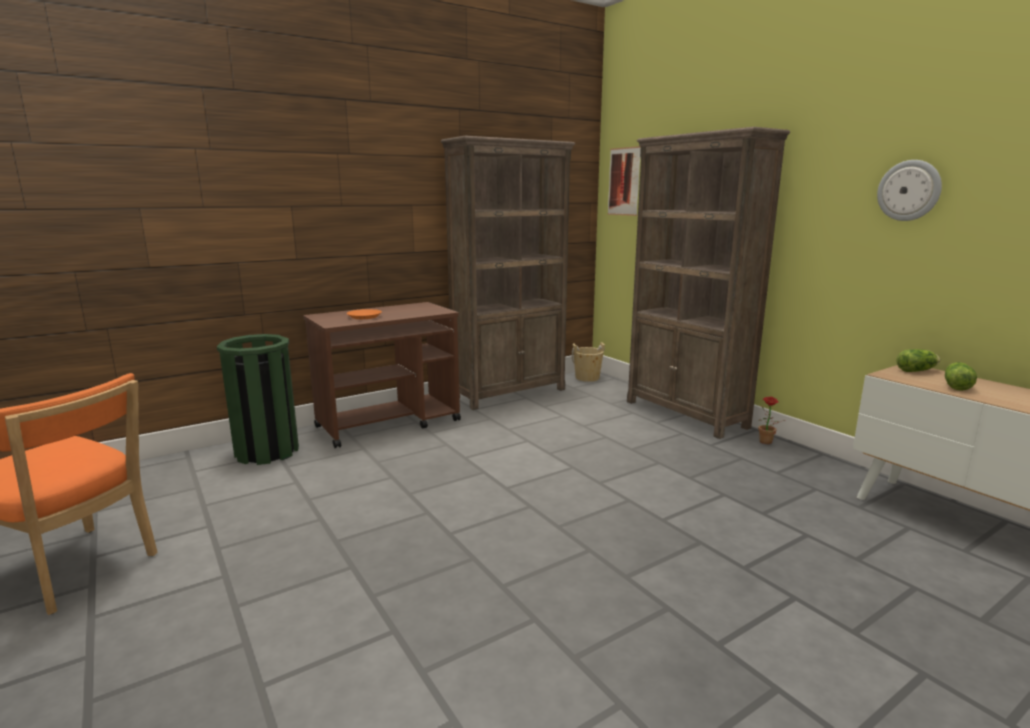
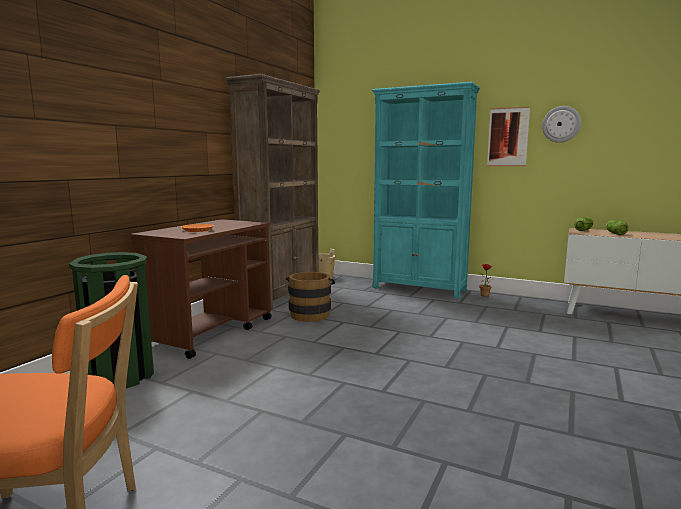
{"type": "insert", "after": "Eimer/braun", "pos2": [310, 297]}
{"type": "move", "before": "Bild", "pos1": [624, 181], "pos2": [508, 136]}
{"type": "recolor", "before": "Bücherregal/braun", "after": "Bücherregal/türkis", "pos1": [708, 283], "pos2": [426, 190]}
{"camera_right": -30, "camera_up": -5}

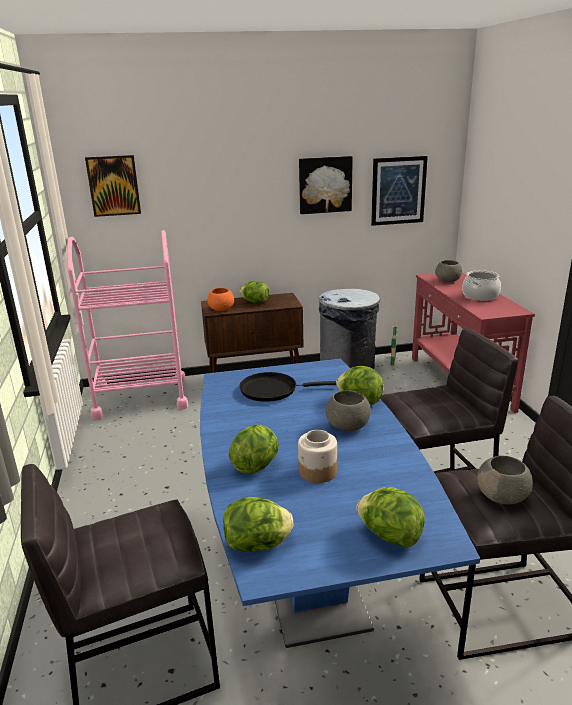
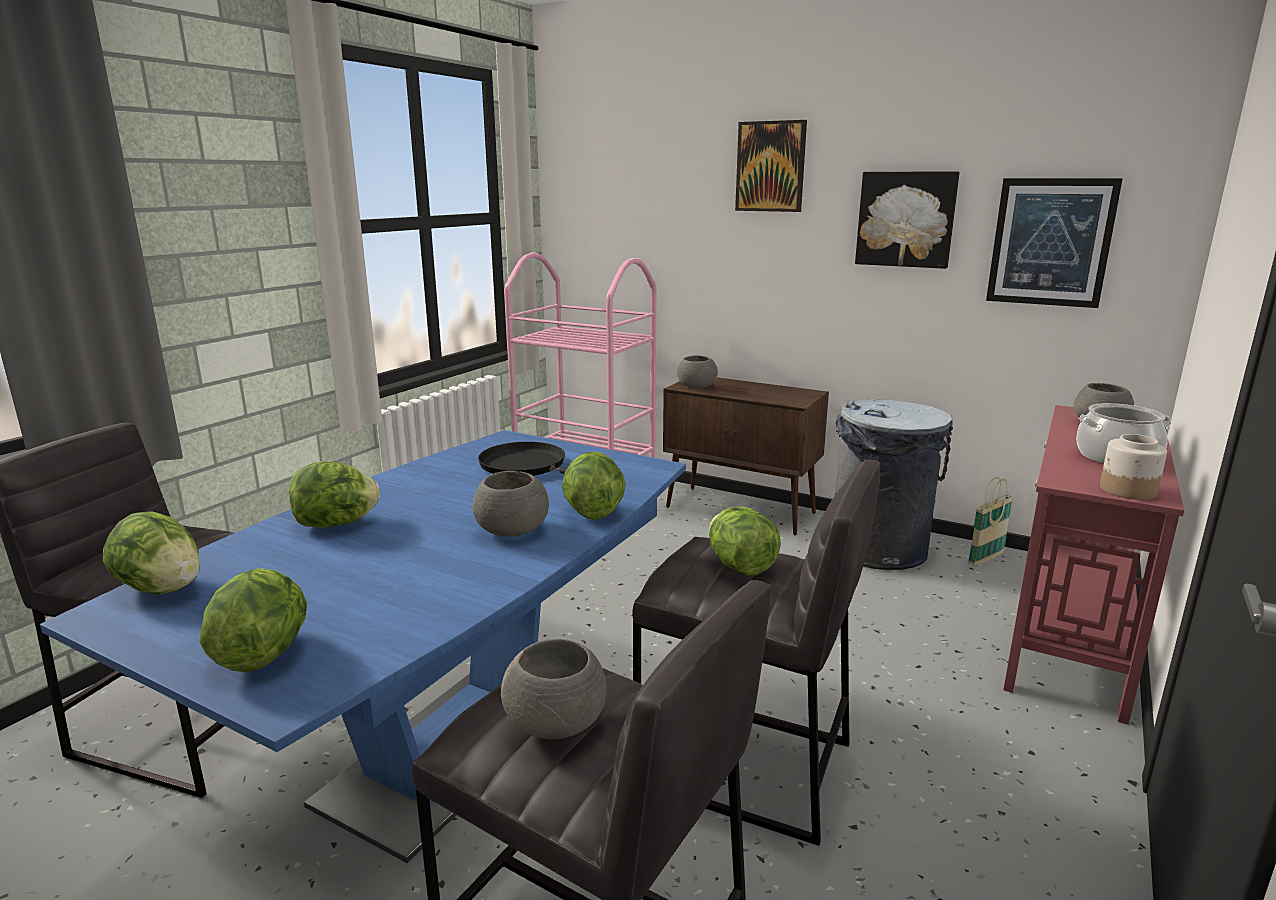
{"type": "move", "before": "Bild", "pos1": [113, 186], "pos2": [771, 166]}
{"type": "move", "before": "Salatkopf", "pos1": [254, 292], "pos2": [745, 541]}
{"type": "move", "before": "Vorratsglas", "pos1": [317, 456], "pos2": [1133, 467]}
{"type": "recolor", "before": "Schüssel/orange", "after": "Schüssel/grau", "pos1": [220, 299], "pos2": [697, 372]}
{"camera_right": 40, "camera_up": -5}

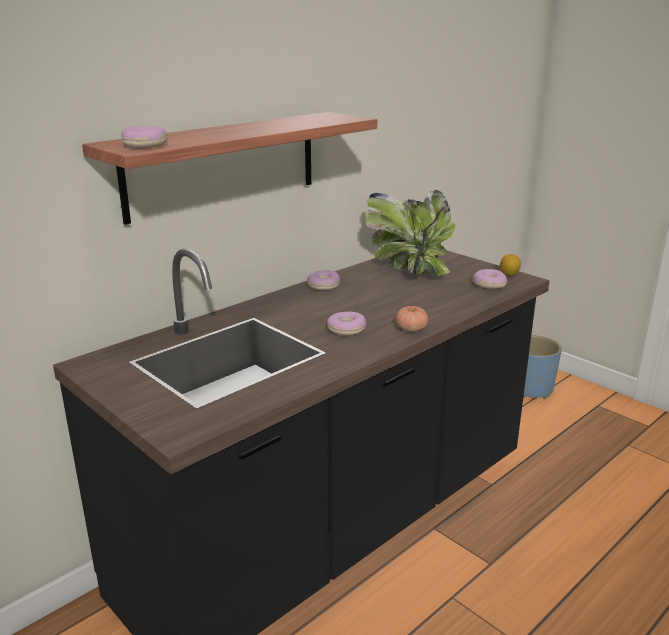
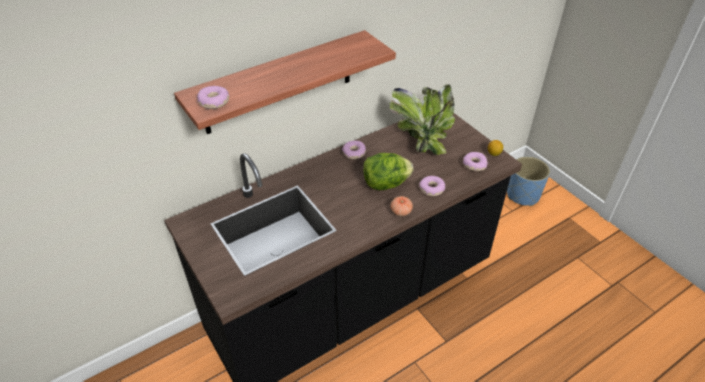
{"type": "insert", "after": "Salatkopf", "pos2": [388, 171]}
{"type": "move", "before": "Donut", "pos1": [346, 323], "pos2": [432, 186]}
{"camera_right": 10, "camera_up": 20}

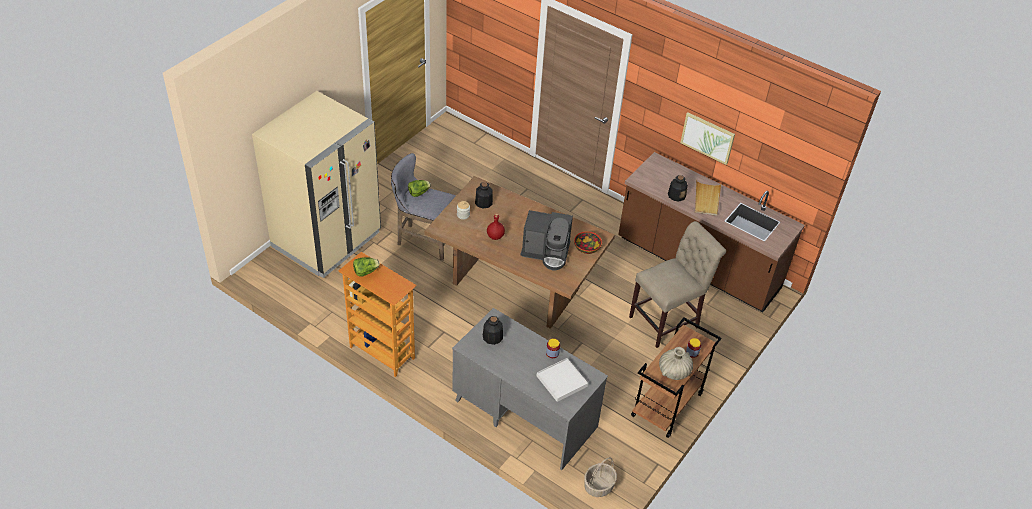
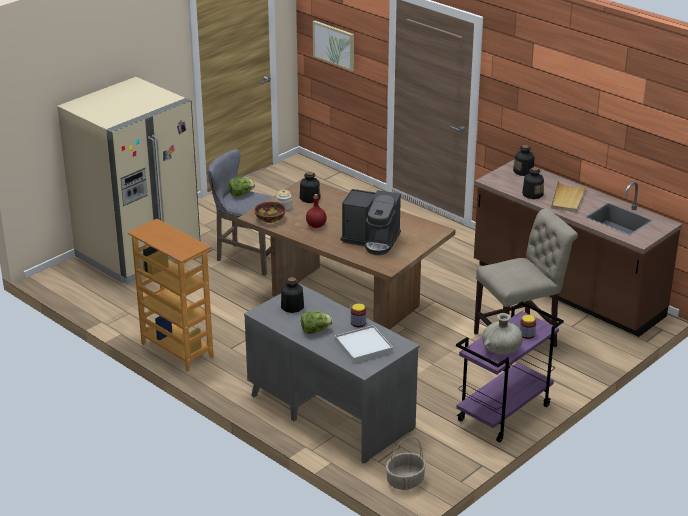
{"type": "insert", "after": "Flasche", "pos2": [523, 160]}
{"type": "move", "before": "Salatkopf", "pos1": [366, 267], "pos2": [316, 323]}
{"type": "move", "before": "Schüssel", "pos1": [588, 242], "pos2": [270, 212]}
{"type": "move", "before": "Bild", "pos1": [707, 138], "pos2": [333, 46]}
{"type": "recolor", "before": "Rollwagen/braun", "after": "Rollwagen/lila", "pos1": [676, 378], "pos2": [510, 371]}
{"camera_right": 10, "camera_up": -15}

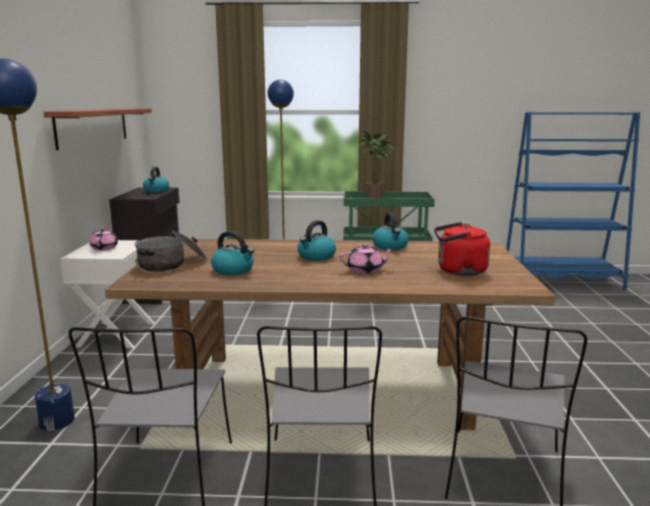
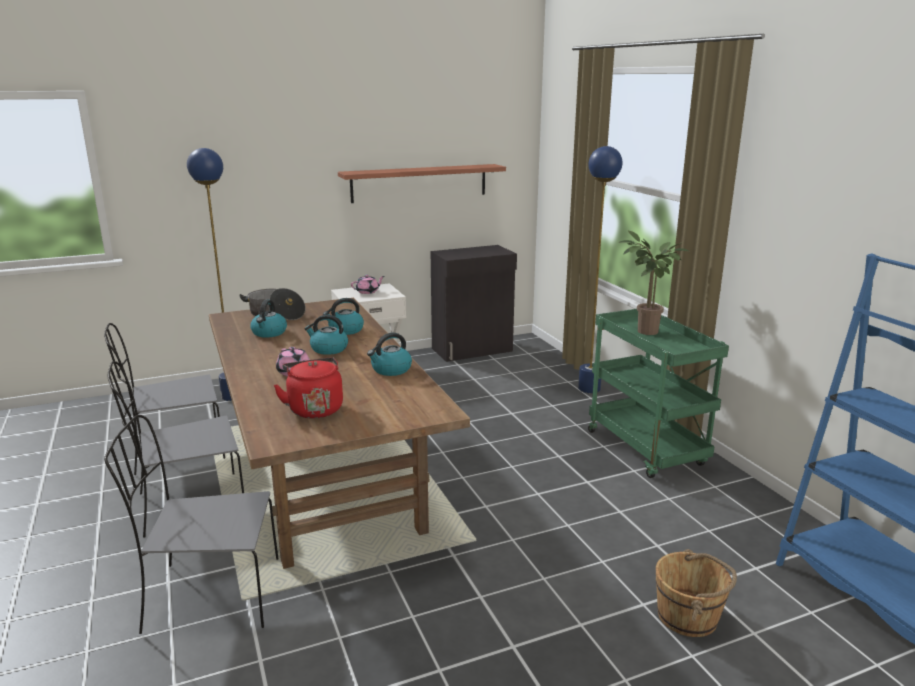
{"type": "insert", "after": "Eimer/braun", "pos2": [696, 593]}
{"type": "move", "before": "Wasserkessel", "pos1": [156, 180], "pos2": [343, 316]}
{"camera_right": 65, "camera_up": 5}

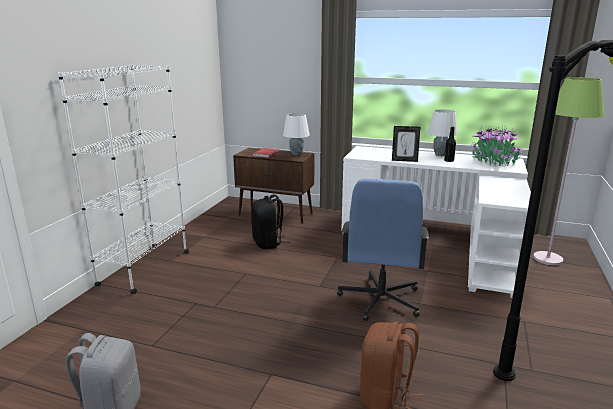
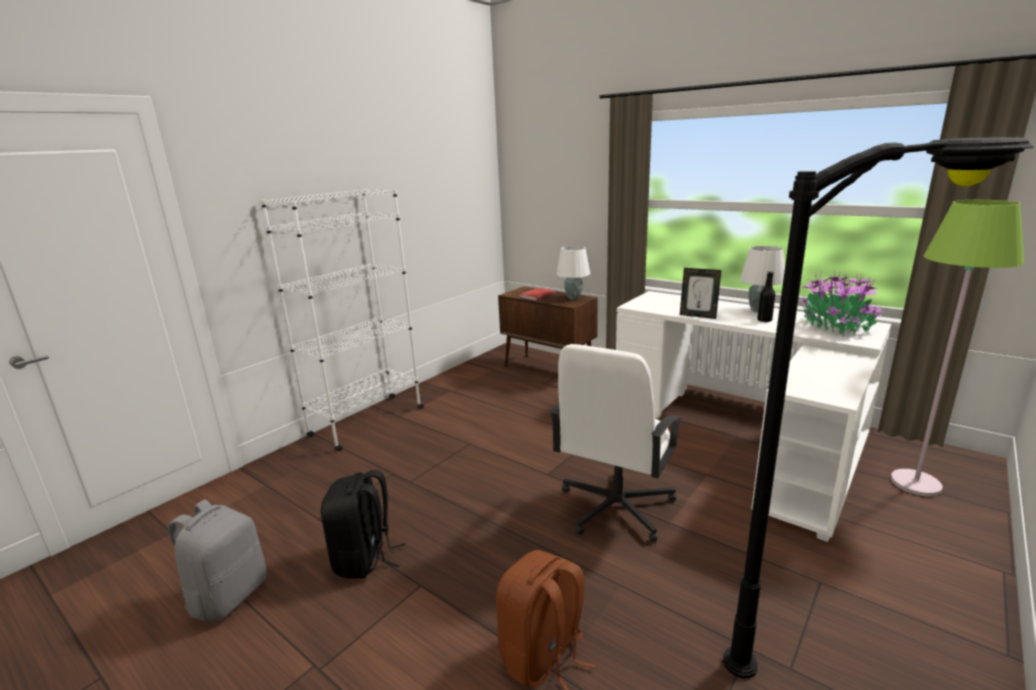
{"type": "move", "before": "Rucksack/schwarz", "pos1": [270, 221], "pos2": [363, 524]}
{"type": "recolor", "before": "Bürostuhl/blau", "after": "Bürostuhl/weiß", "pos1": [383, 250], "pos2": [616, 443]}
{"camera_right": 20, "camera_up": 0}

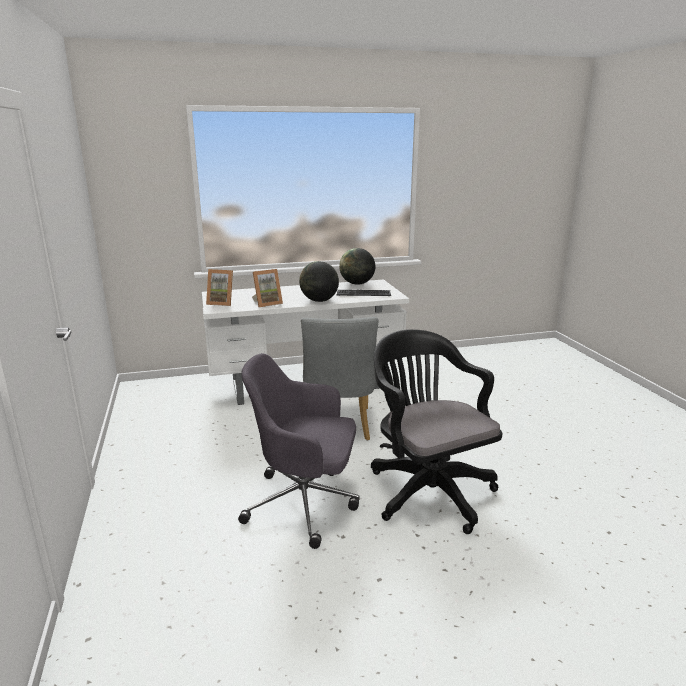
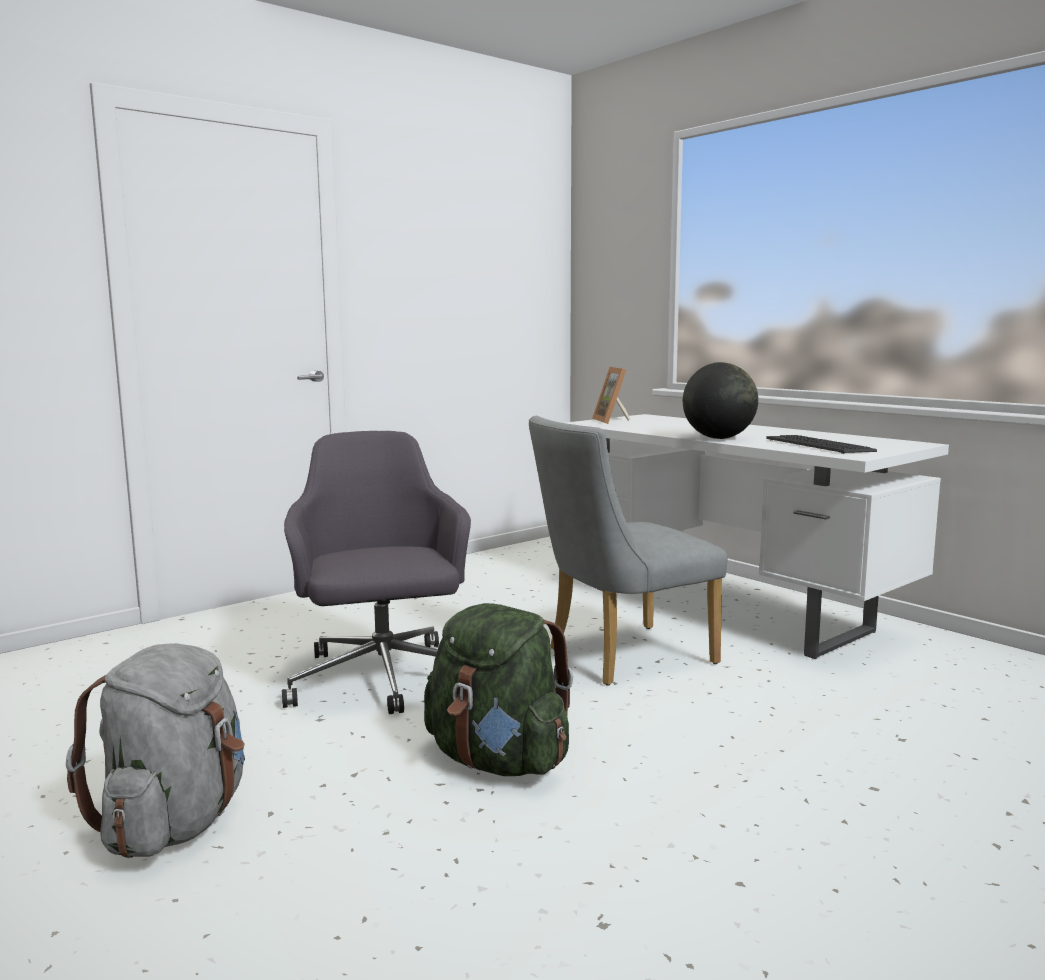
{"type": "delete", "before": "Bilderrahmen", "pos1": [267, 288]}
{"type": "delete", "before": "Globus", "pos1": [357, 266]}
{"type": "insert", "after": "Rucksack/grau", "pos2": [155, 750]}
{"type": "replace", "before": "Bürostuhl/schwarz", "after": "Rucksack/grün", "pos1": [436, 431], "pos2": [498, 689]}
{"camera_right": 65, "camera_up": -10}

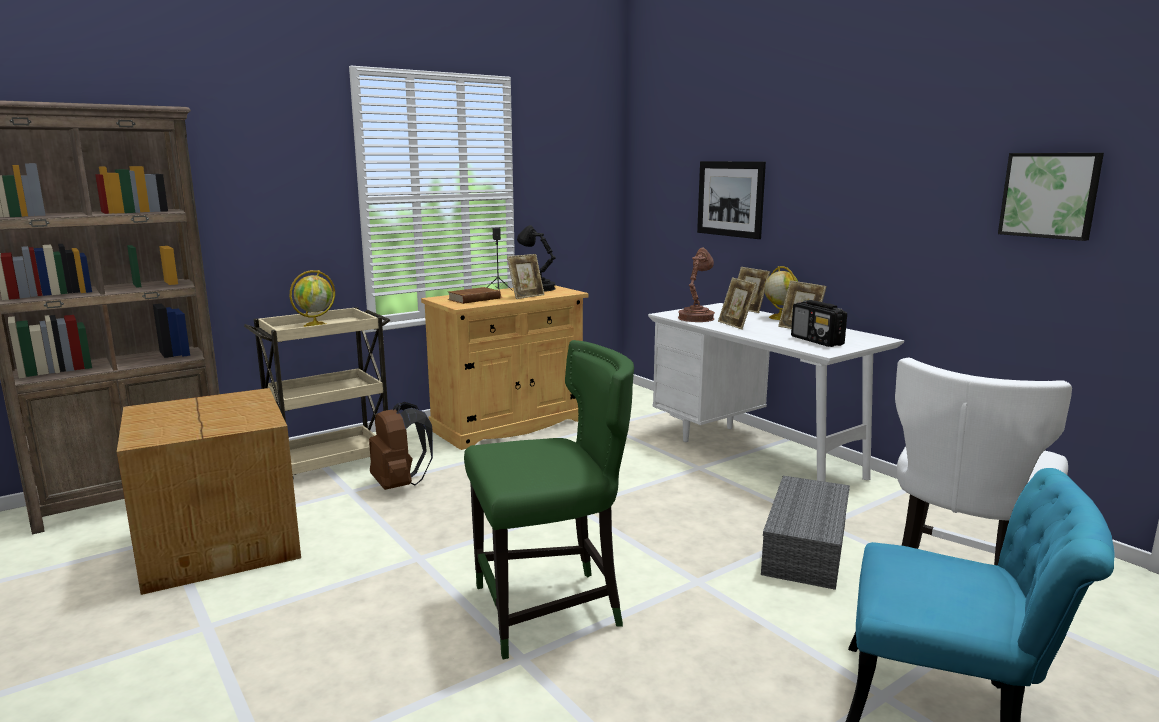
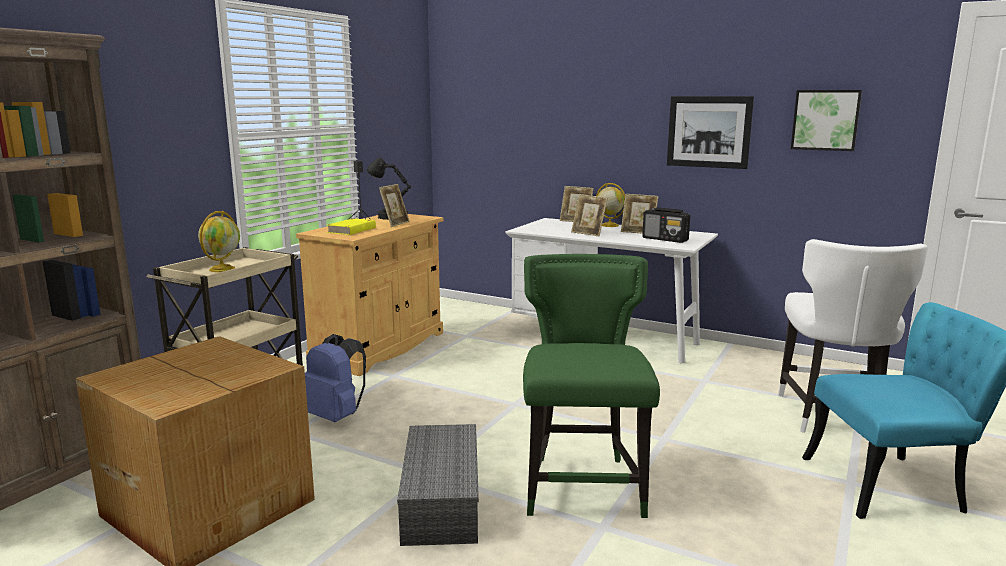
{"type": "delete", "before": "Tischlampe/braun", "pos1": [696, 284]}
{"type": "move", "before": "Bild", "pos1": [731, 200], "pos2": [710, 132]}
{"type": "move", "before": "Aufbewahrungsbox/grau", "pos1": [805, 533], "pos2": [438, 485]}
{"type": "recolor", "before": "Rucksack/braun", "after": "Rucksack/blau", "pos1": [401, 446], "pos2": [335, 378]}
{"type": "recolor", "before": "Buch/braun", "after": "Buch/gelb", "pos1": [474, 295], "pos2": [351, 226]}
{"type": "rotate", "before": "Stuhl/grün", "pos1": [549, 499], "pos2": [591, 386], "turn": -45}
{"camera_right": -25, "camera_up": 0}

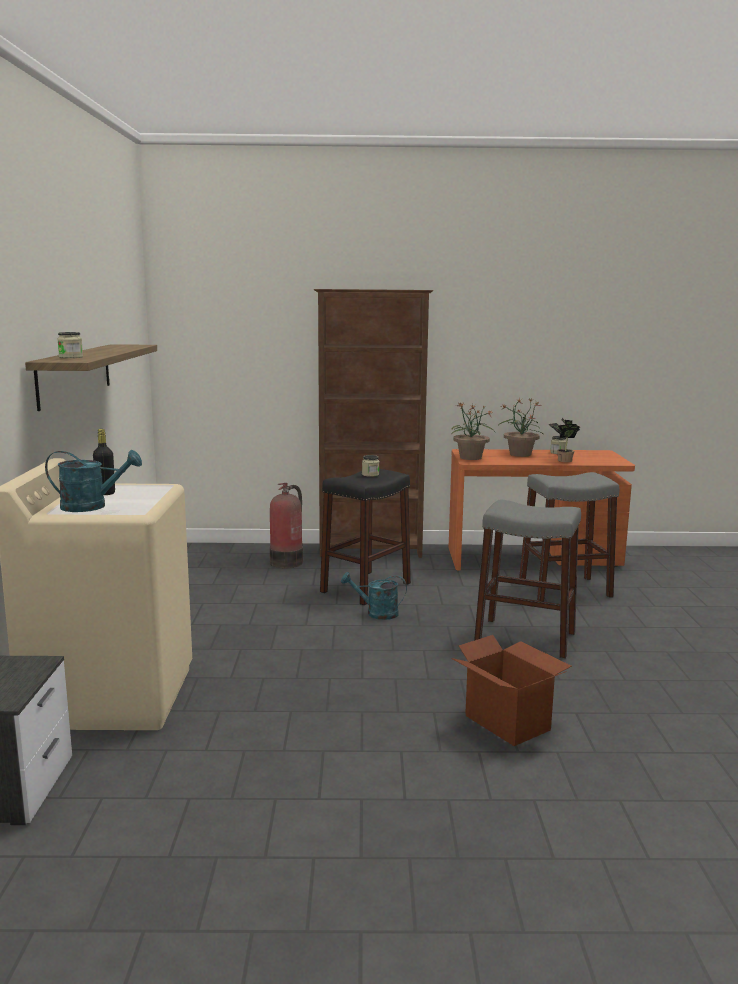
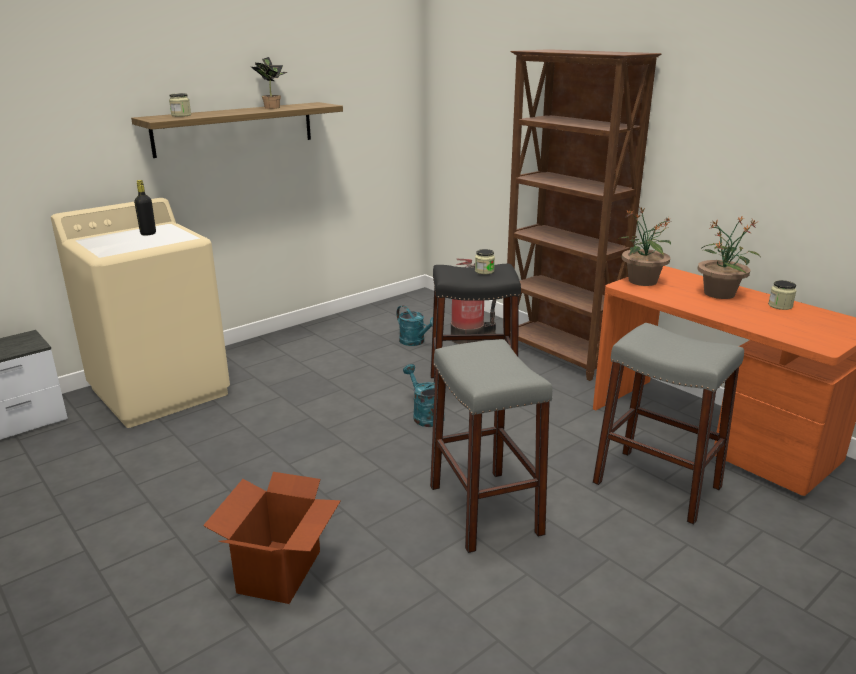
{"type": "move", "before": "Gießkanne/türkis", "pos1": [93, 481], "pos2": [415, 325]}
{"type": "move", "before": "Topfpflanze", "pos1": [564, 440], "pos2": [269, 83]}
{"camera_right": 50, "camera_up": 10}

